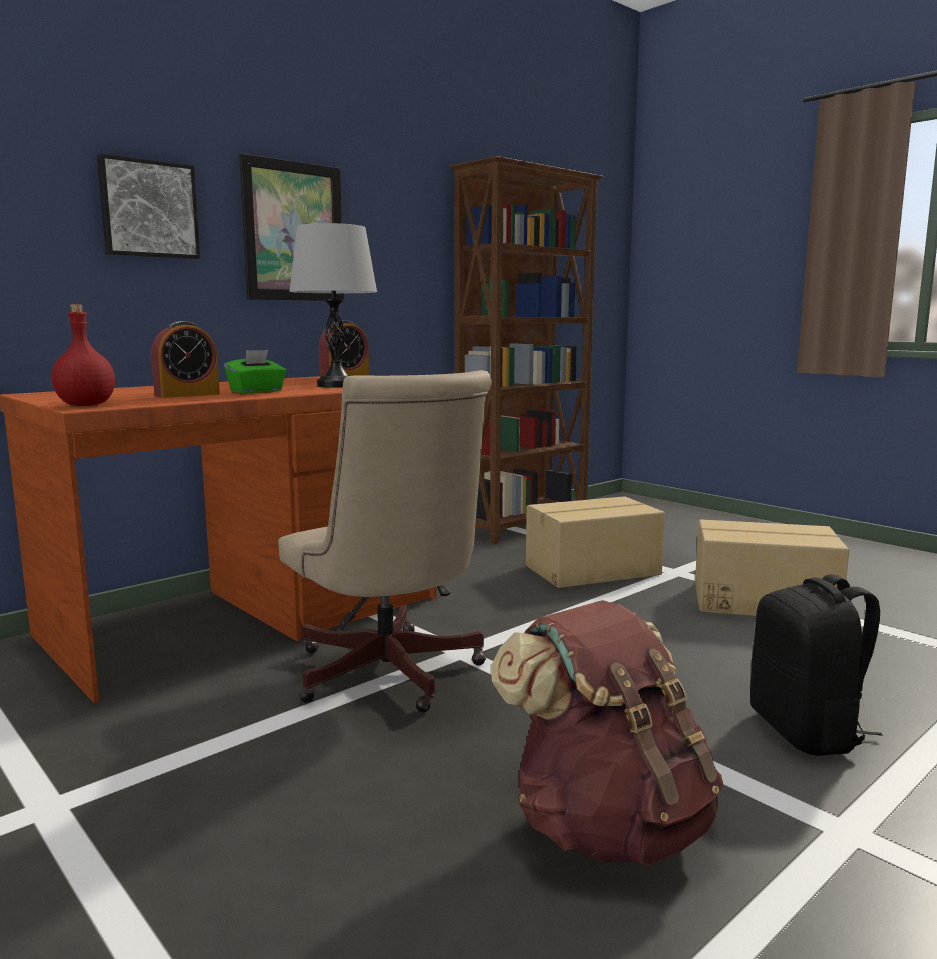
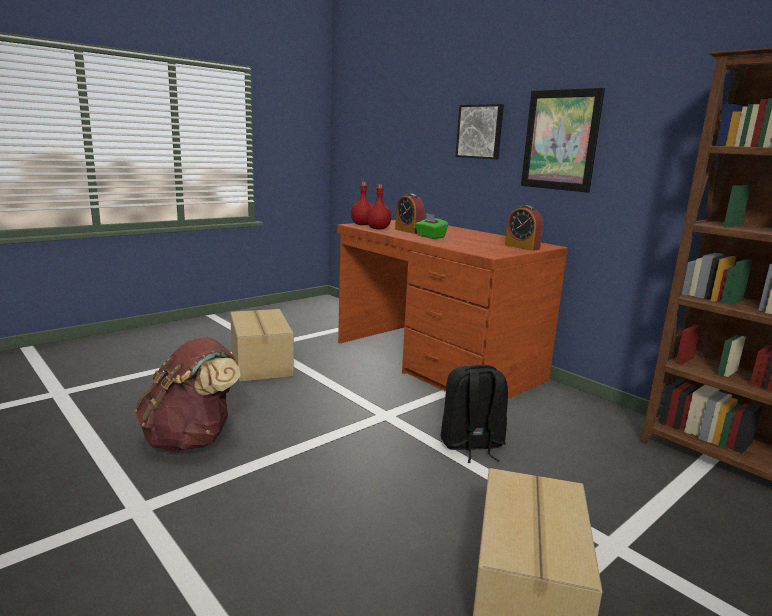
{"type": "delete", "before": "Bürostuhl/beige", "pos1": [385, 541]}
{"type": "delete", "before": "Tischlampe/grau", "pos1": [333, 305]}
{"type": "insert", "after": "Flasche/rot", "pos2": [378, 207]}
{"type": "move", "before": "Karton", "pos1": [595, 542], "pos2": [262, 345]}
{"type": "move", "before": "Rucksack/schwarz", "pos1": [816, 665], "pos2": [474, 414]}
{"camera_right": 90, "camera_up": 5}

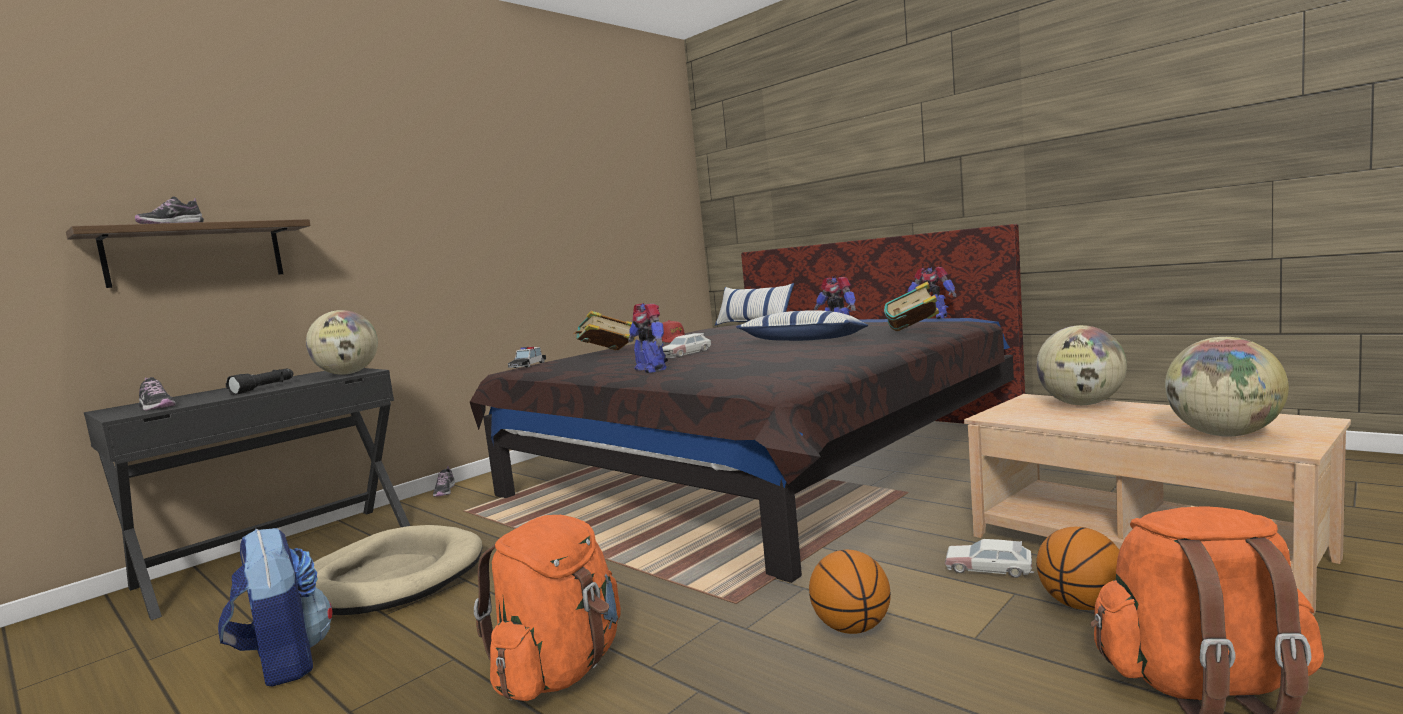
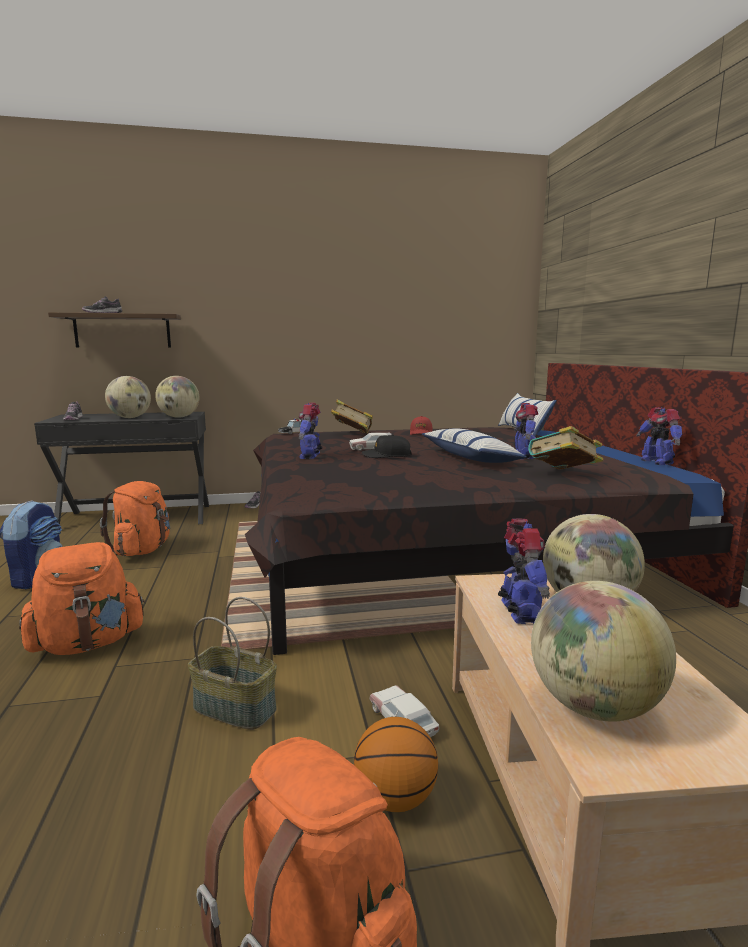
{"type": "insert", "after": "Kappe/schwarz", "pos2": [386, 446]}
{"type": "insert", "after": "Spielzeugroboter", "pos2": [524, 571]}
{"type": "replace", "before": "Taschenlampe/schwarz", "after": "Globus", "pos1": [259, 381], "pos2": [128, 397]}
{"type": "replace", "before": "Hundebett/beige", "after": "Rucksack/orange", "pos1": [398, 570], "pos2": [135, 518]}
{"type": "replace", "before": "Basketball", "after": "Korb", "pos1": [850, 592], "pos2": [232, 663]}
{"camera_right": 35, "camera_up": 5}

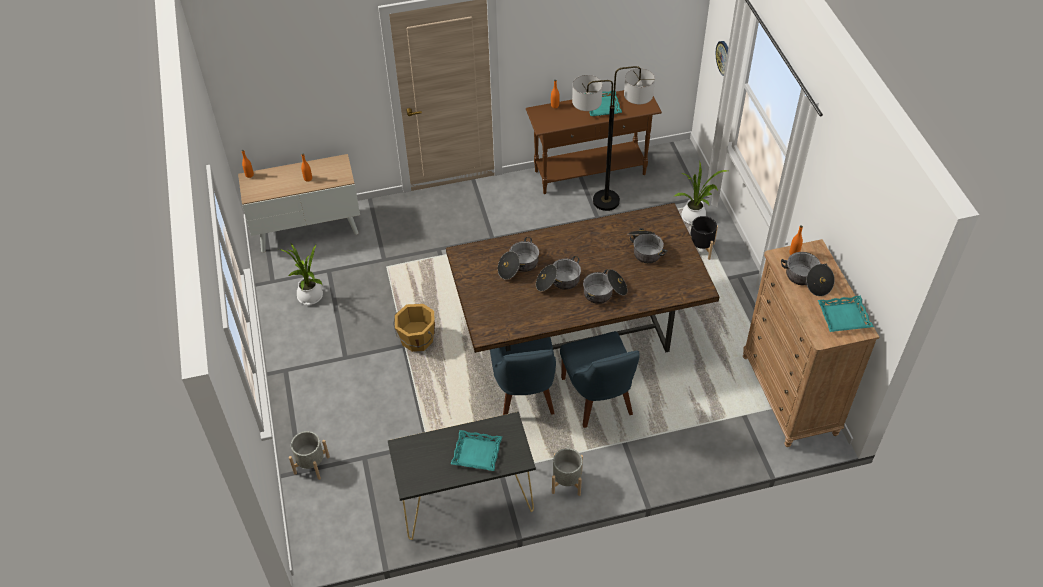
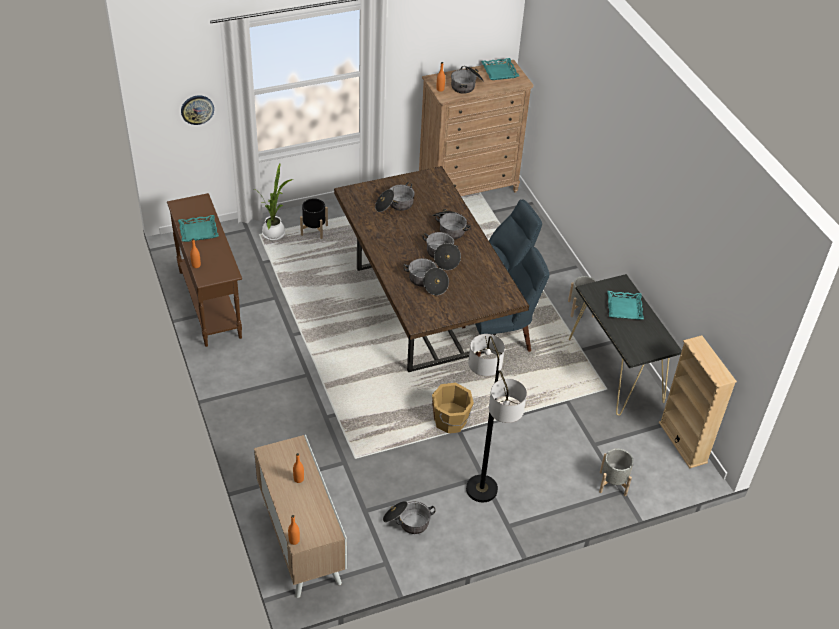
{"type": "insert", "after": "Bücherregal/beige", "pos2": [698, 402]}
{"type": "move", "before": "Stehlampe", "pos1": [613, 138], "pos2": [496, 418]}
{"type": "replace", "before": "Topfpflanze", "after": "Kochtopf", "pos1": [301, 274], "pos2": [409, 517]}
{"camera_right": -100, "camera_up": -5}

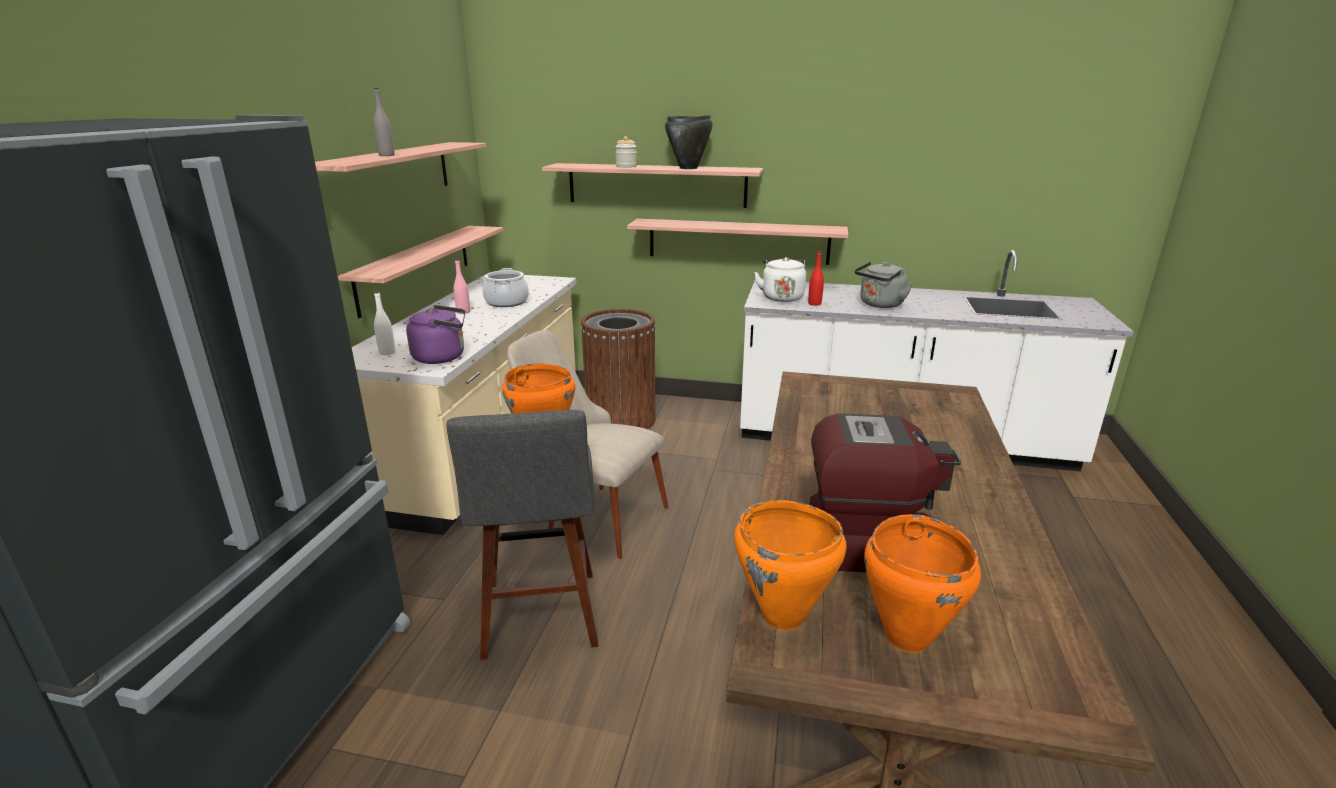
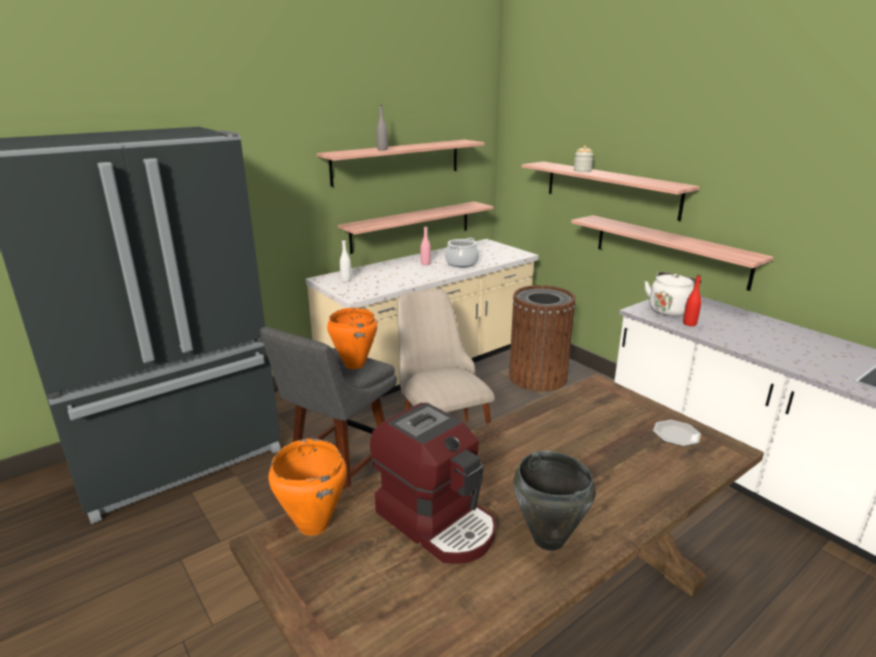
{"type": "delete", "before": "Wasserkessel/lila", "pos1": [435, 334]}
{"type": "delete", "before": "Wasserkessel/grau", "pos1": [884, 285]}
{"type": "delete", "before": "Kochtopf/orange", "pos1": [922, 583]}
{"type": "insert", "after": "Teller", "pos2": [677, 433]}
{"type": "move", "before": "Kochtopf/schwarz", "pos1": [689, 142], "pos2": [555, 501]}
{"camera_right": 40, "camera_up": 0}

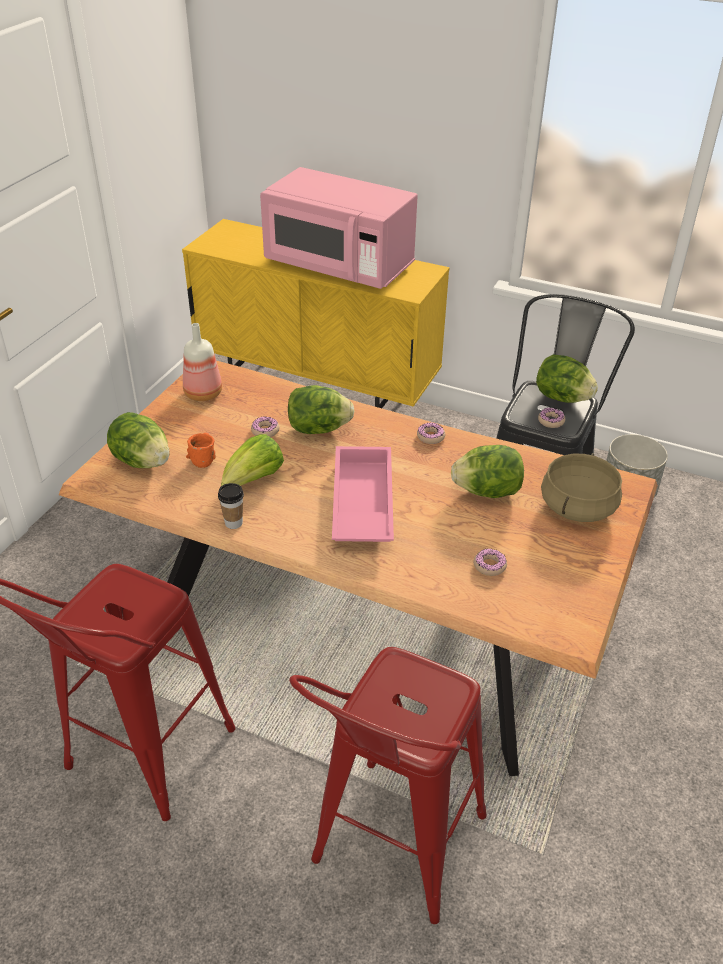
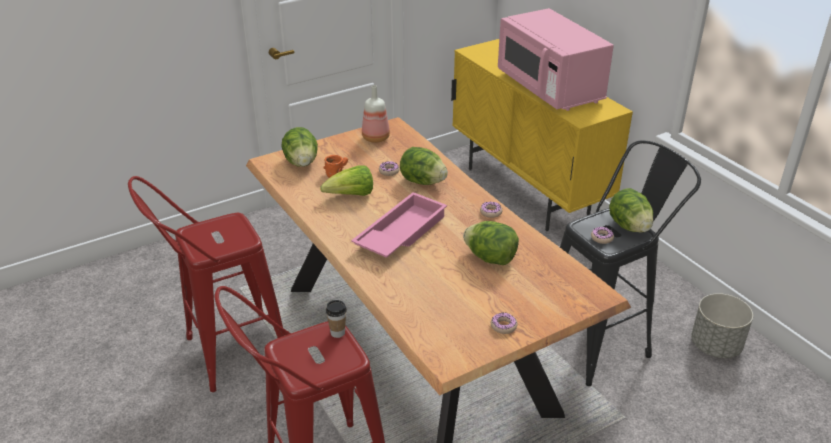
{"type": "delete", "before": "Kochtopf/beige", "pos1": [581, 487]}
{"type": "move", "before": "Tasse", "pos1": [231, 506], "pos2": [336, 319]}
{"type": "move", "before": "Donut", "pos1": [490, 562], "pos2": [504, 323]}
{"camera_right": 35, "camera_up": -5}

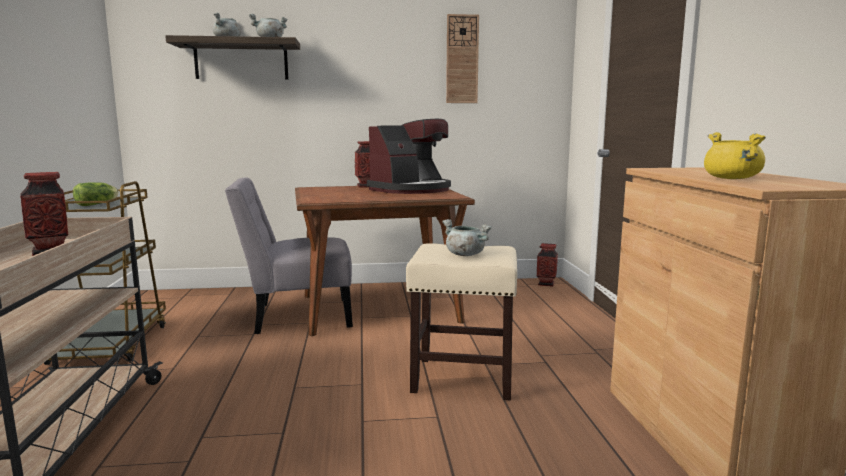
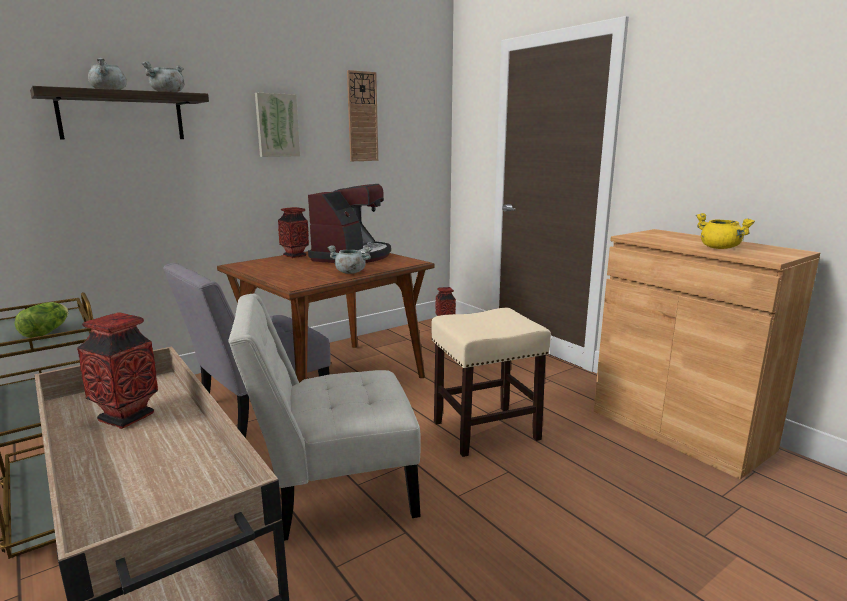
{"type": "insert", "after": "Stuhl/weiß", "pos2": [324, 417]}
{"type": "insert", "after": "Bild", "pos2": [277, 125]}
{"type": "move", "before": "Kochtopf/grau", "pos1": [467, 237], "pos2": [349, 259]}
{"camera_right": -30, "camera_up": 5}

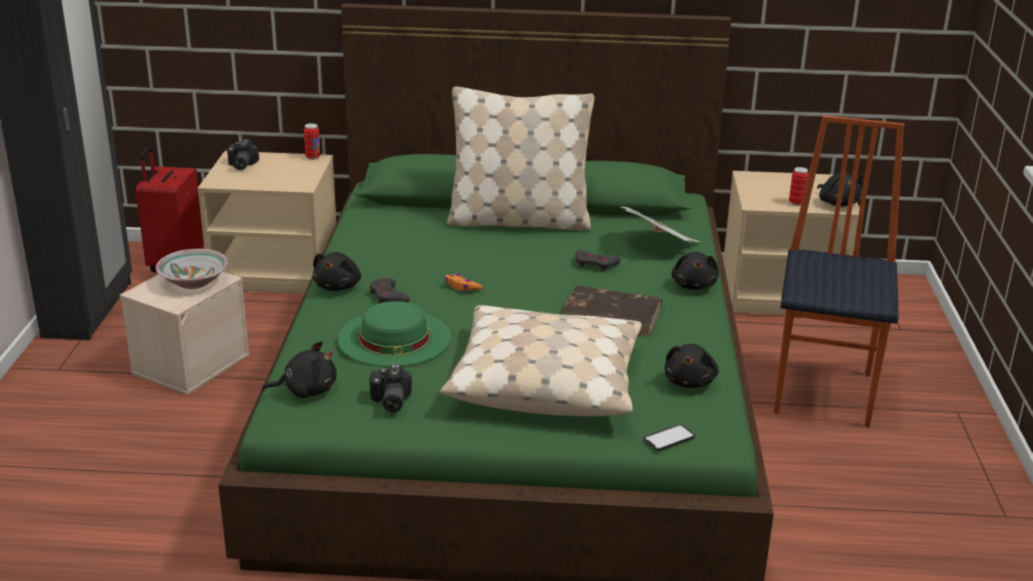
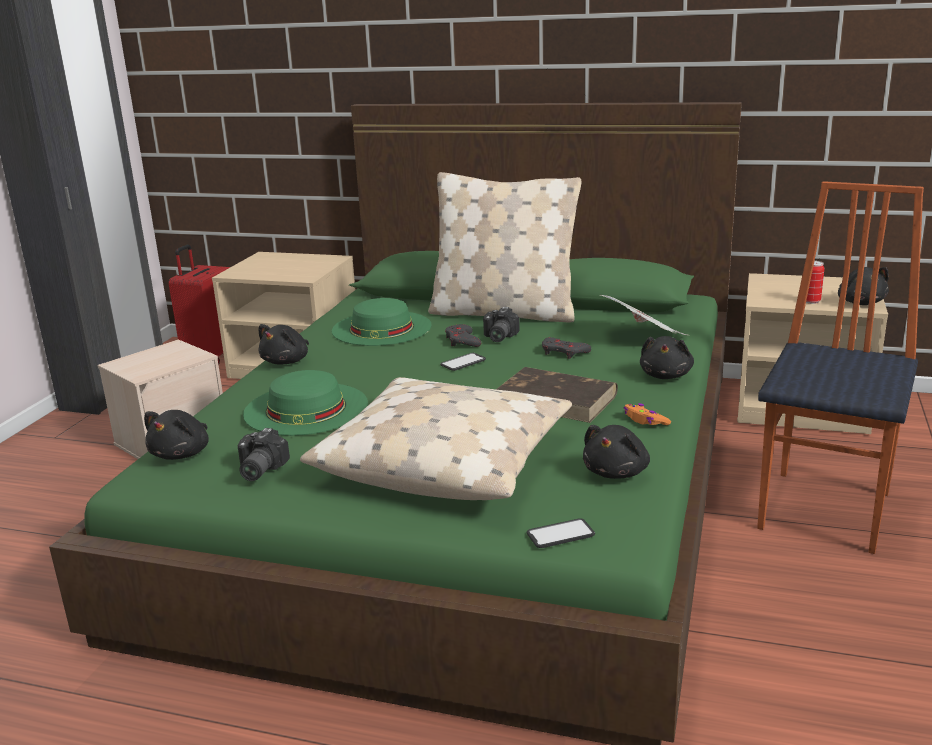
{"type": "delete", "before": "Schüssel", "pos1": [192, 269]}
{"type": "delete", "before": "Dose", "pos1": [312, 141]}
{"type": "insert", "after": "Hut/grün", "pos2": [382, 322]}
{"type": "insert", "after": "Handy", "pos2": [463, 362]}
{"type": "move", "before": "Kamera", "pos1": [243, 154], "pos2": [501, 324]}
{"type": "move", "before": "Gamepad/grau", "pos1": [390, 290], "pos2": [463, 335]}
{"type": "move", "before": "Gamepad/orange", "pos1": [463, 282], "pos2": [647, 414]}
{"type": "rotate", "before": "Plüschtier/schwarz", "pos1": [299, 369], "pos2": [176, 435], "turn": 105}
{"camera_right": 15, "camera_up": -5}

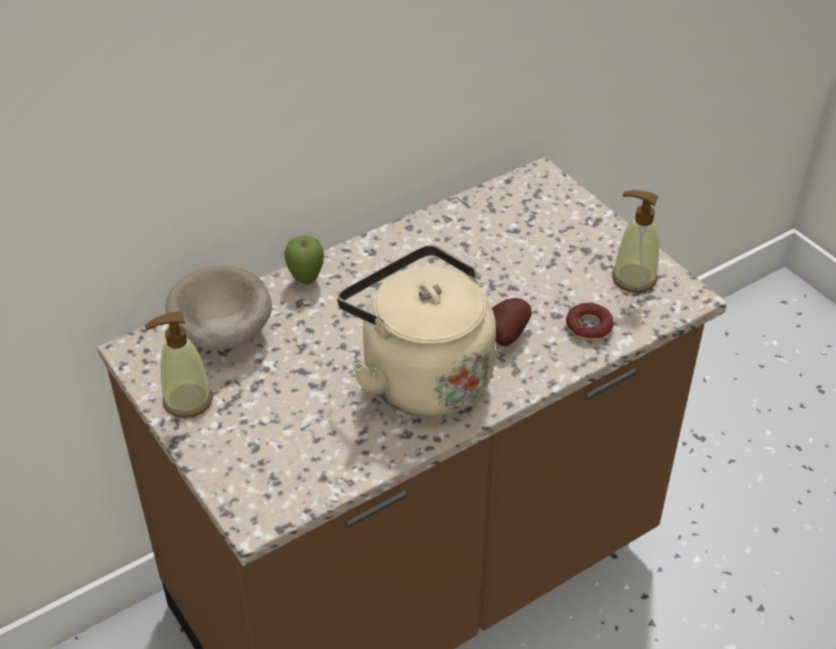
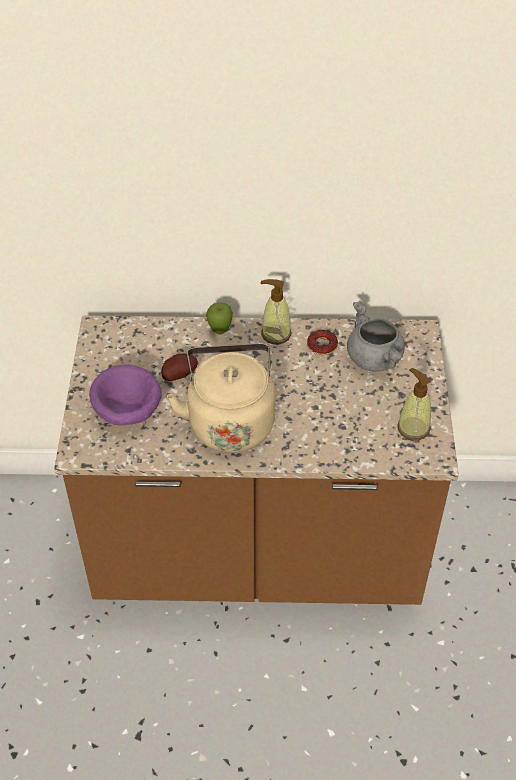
{"type": "delete", "before": "Schüssel/beige", "pos1": [219, 307]}
{"type": "insert", "after": "Schüssel/lila", "pos2": [125, 394]}
{"type": "insert", "after": "Kochtopf/grau", "pos2": [376, 336]}
{"type": "move", "before": "Seifenspender", "pos1": [179, 364], "pos2": [276, 311]}
{"type": "move", "before": "Kartoffel", "pos1": [512, 322], "pos2": [179, 367]}
{"type": "move", "before": "Donut", "pos1": [590, 322], "pos2": [322, 342]}
{"camera_right": 35, "camera_up": 5}

